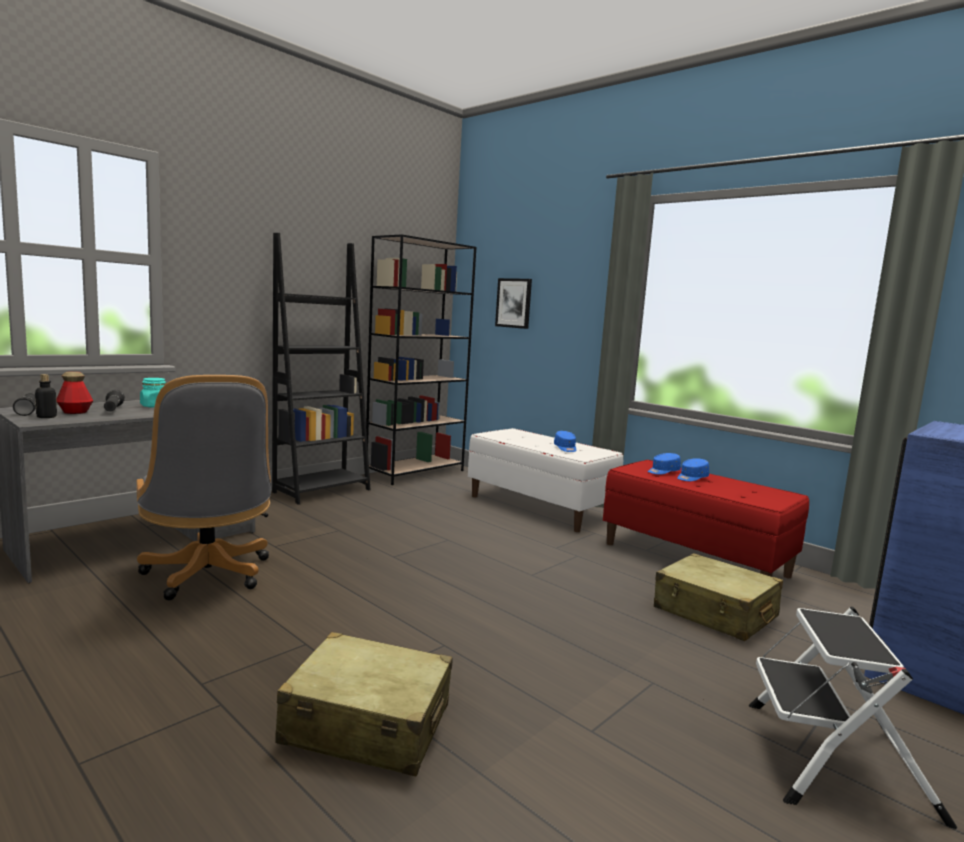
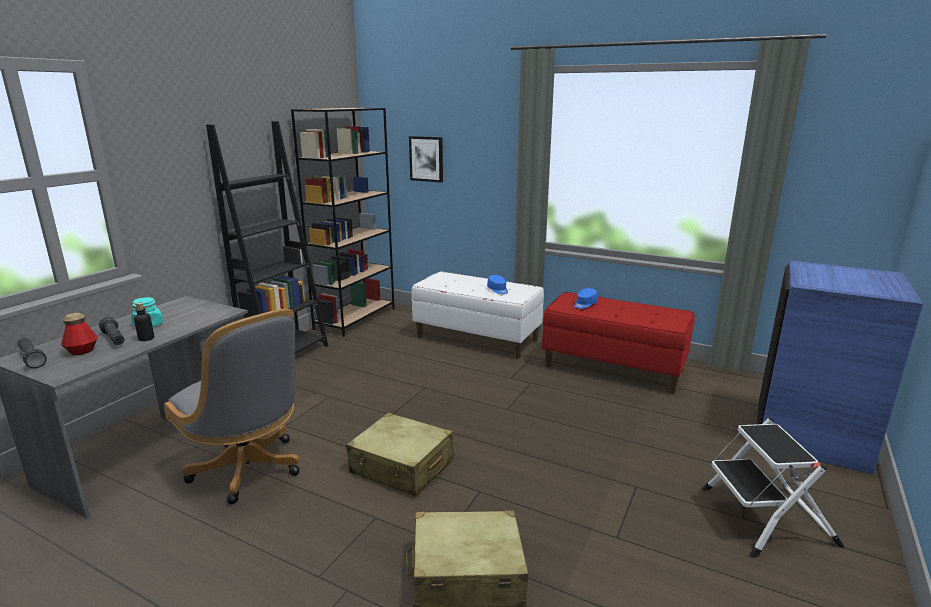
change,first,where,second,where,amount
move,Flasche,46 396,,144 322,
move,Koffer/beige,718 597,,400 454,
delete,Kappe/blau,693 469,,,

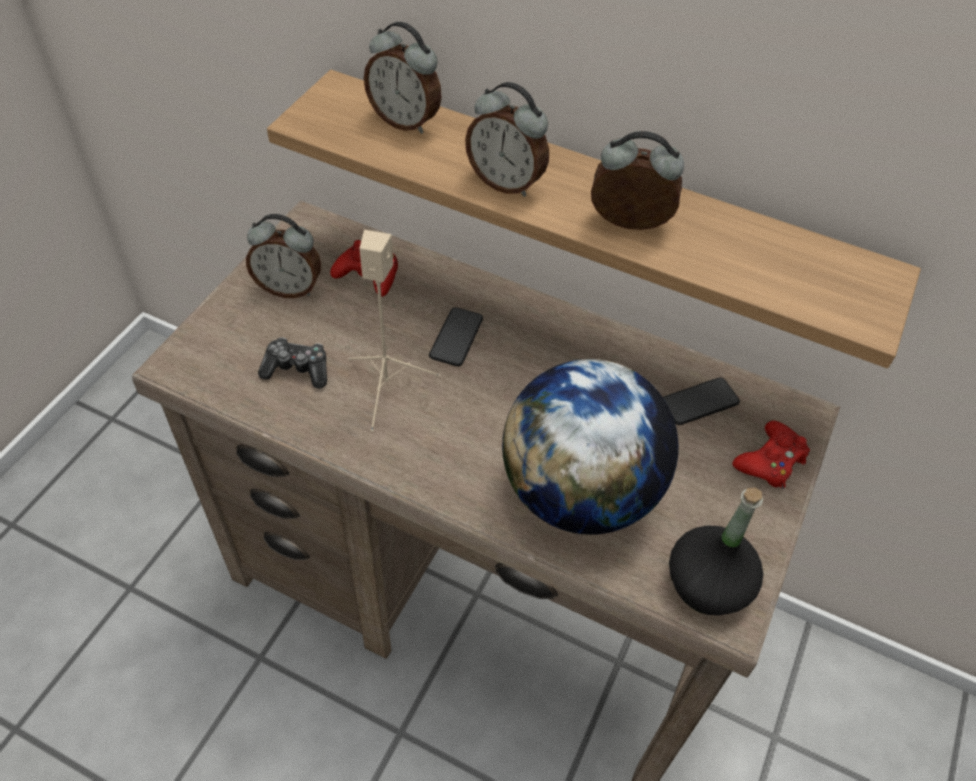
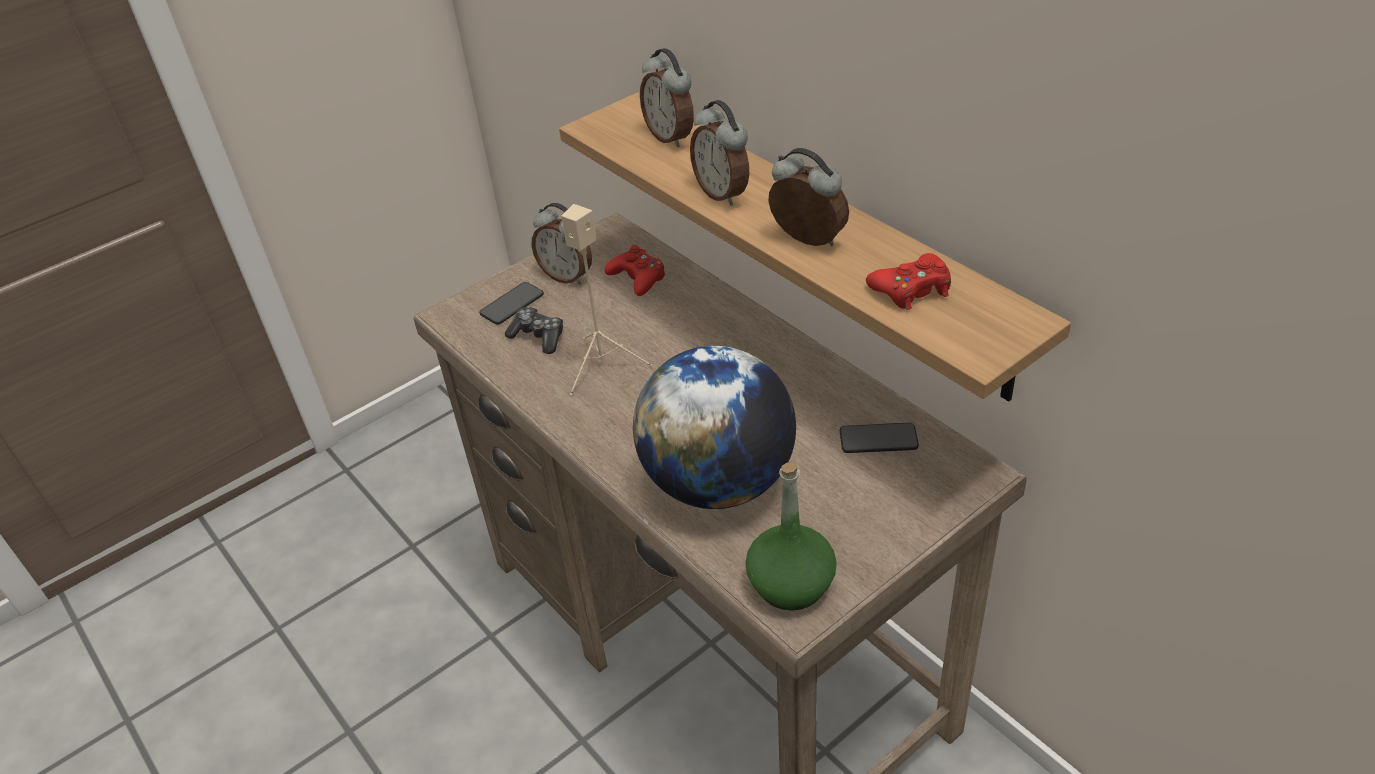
change,first,where,second,where,amount
move,Handy,456 336,,511 303,
recolor,Flasche/schwarz,716 551,Flasche/grün,791 536,
move,Gamepad/rot,771 454,,908 281,

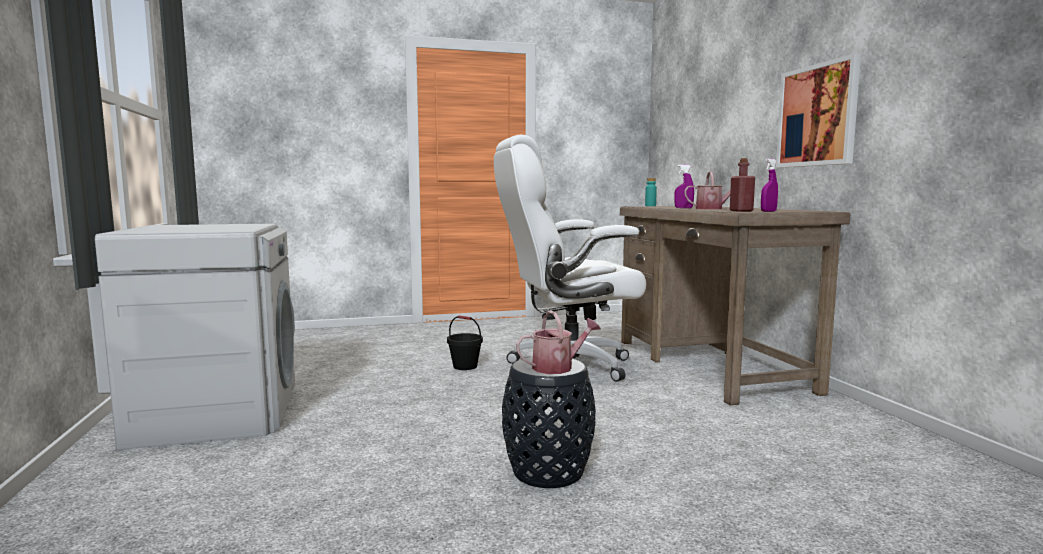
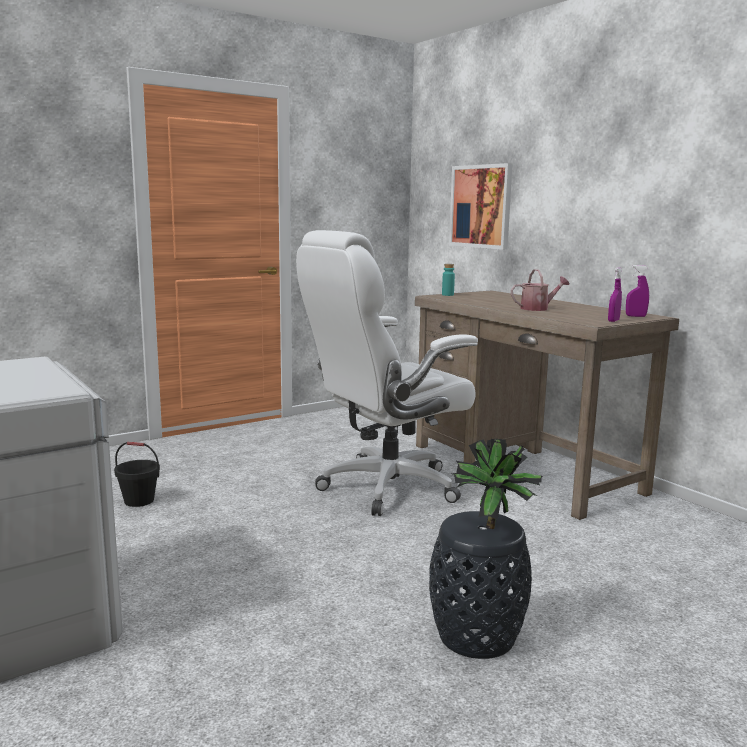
change,first,where,second,where,amount
move,Eimer/schwarz,465 342,,137 474,
move,Bild,818 110,,481 206,
replace,Gießkanne,558 342,Topfpflanze,497 483,
move,Sprühflasche/lila,684 186,,637 291,
delete,Flasche/rot,742 185,,,

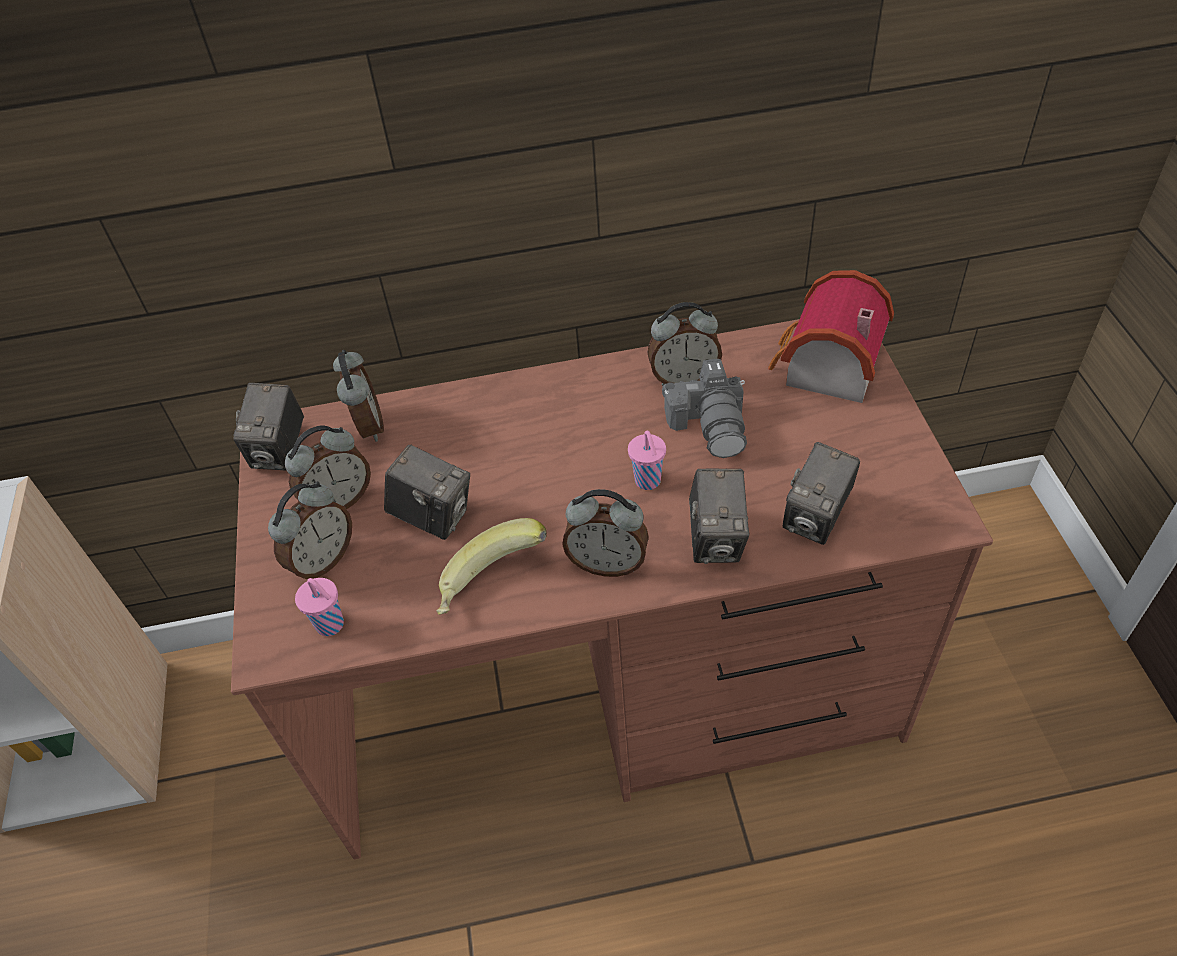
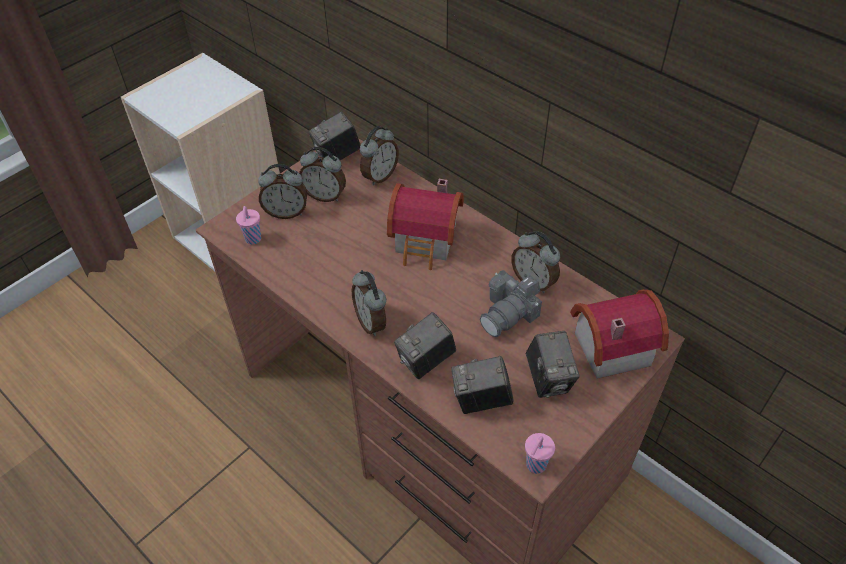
change,first,where,second,where,amount
insert,,,Spielzeughaus,425 224,
move,Tasse/rosa,647 460,,540 453,
move,Kamera,427 492,,553 364,
delete,Banane,491 566,,,

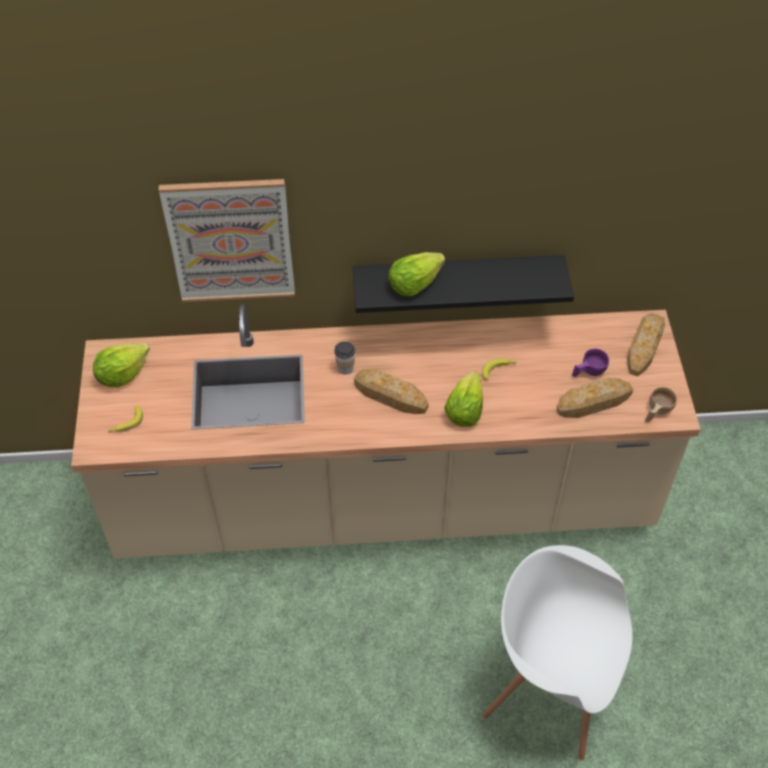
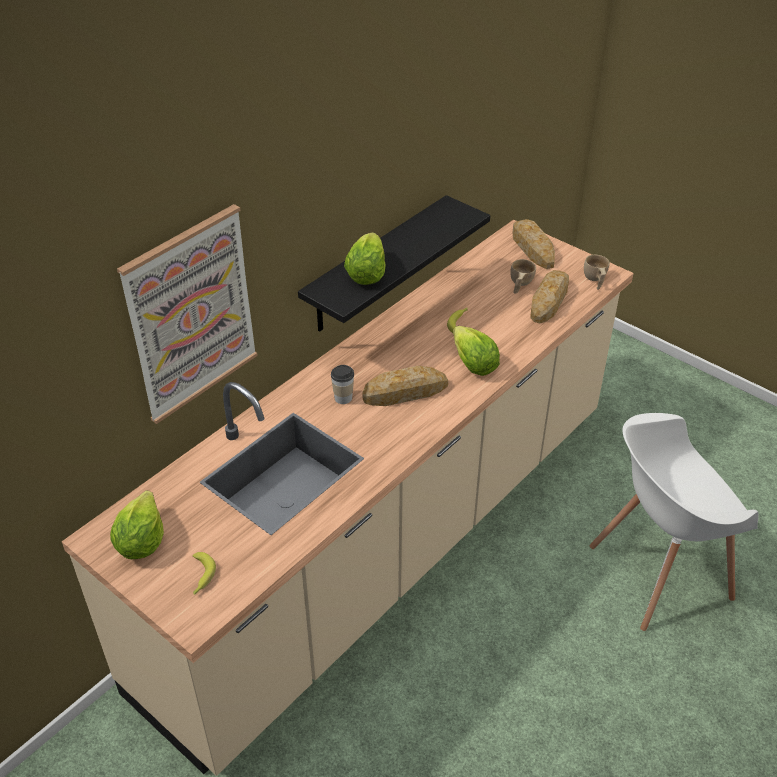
change,first,where,second,where,amount
recolor,Tasse/lila,590 363,Tasse/beige,523 276,

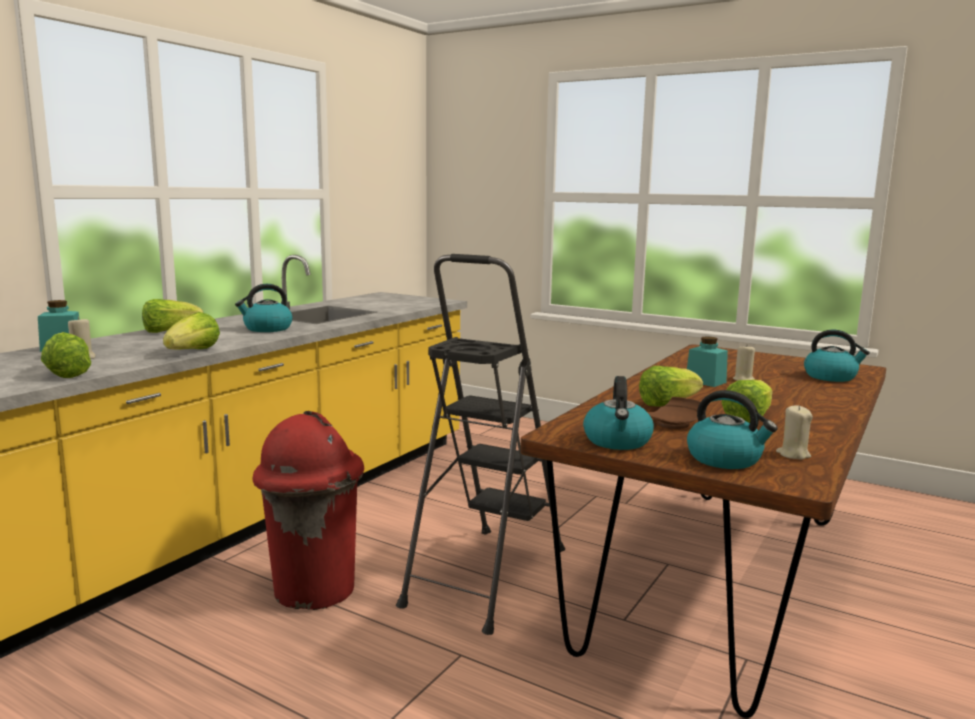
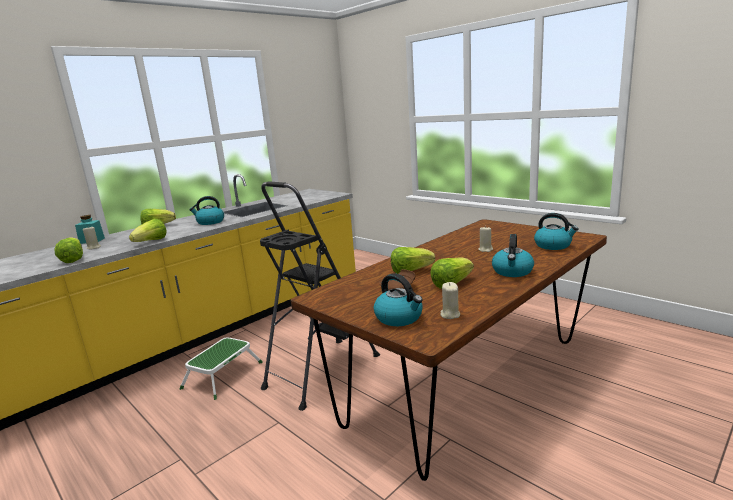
change,first,where,second,where,amount
replace,Mülleimer/rot,308 510,Trittleiter/grün,221 369,
move,Wasserkessel,618 413,,513 255,
delete,Vorratsglas/türkis,707 361,,,

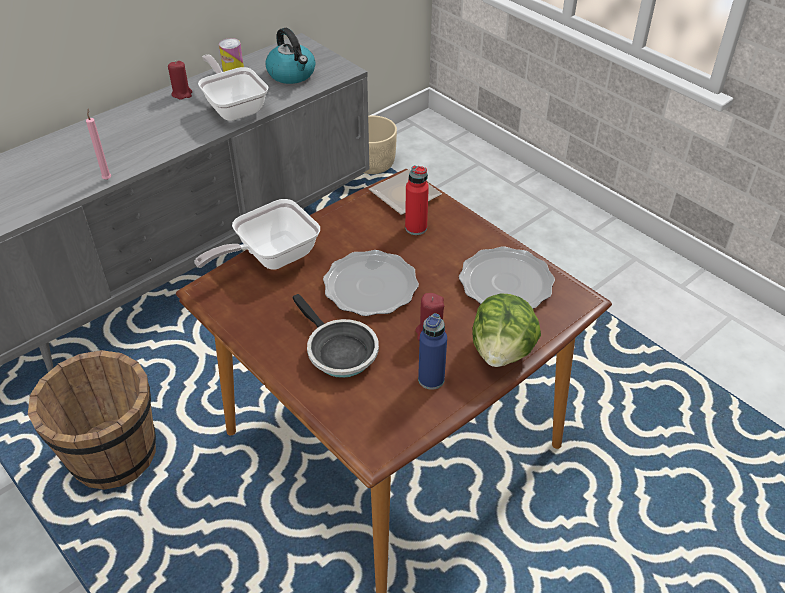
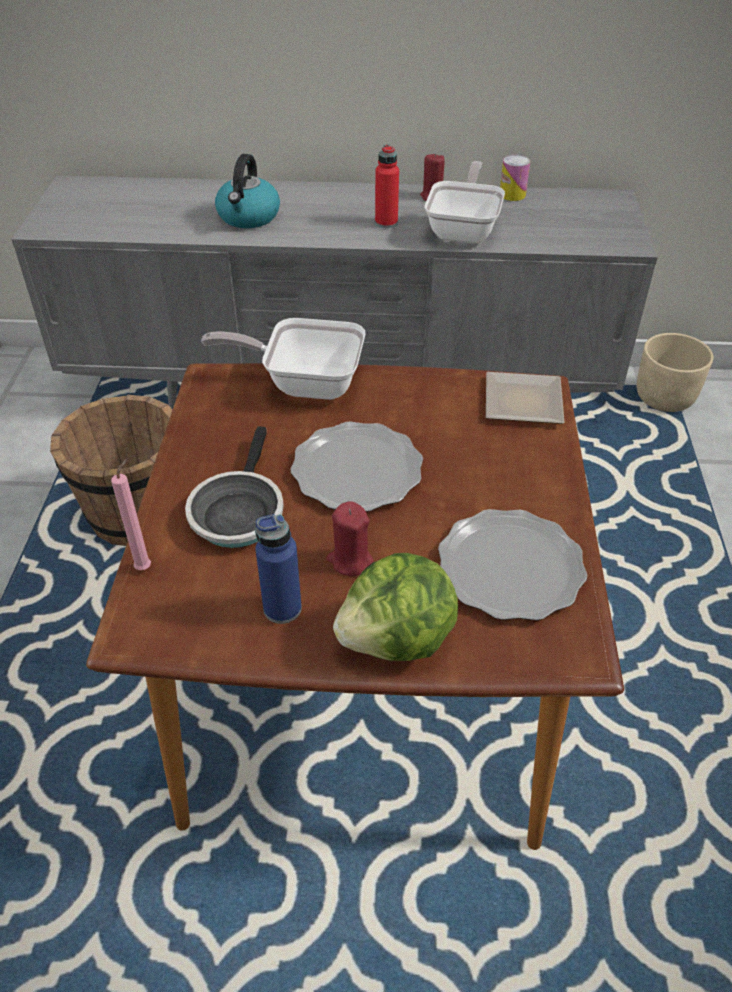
change,first,where,second,where,amount
move,Kerze/rosa,98 144,,131 514,
move,Wasserkessel,290 56,,247 191,
move,Flasche/rot,417 200,,387 186,

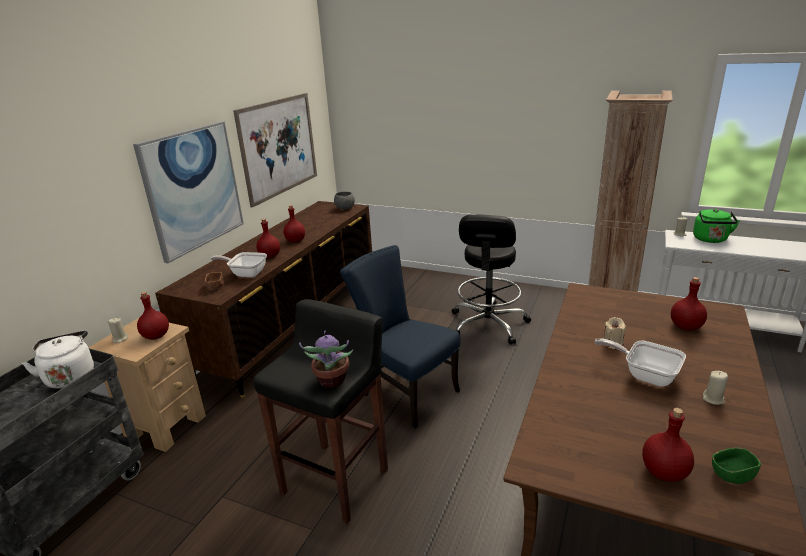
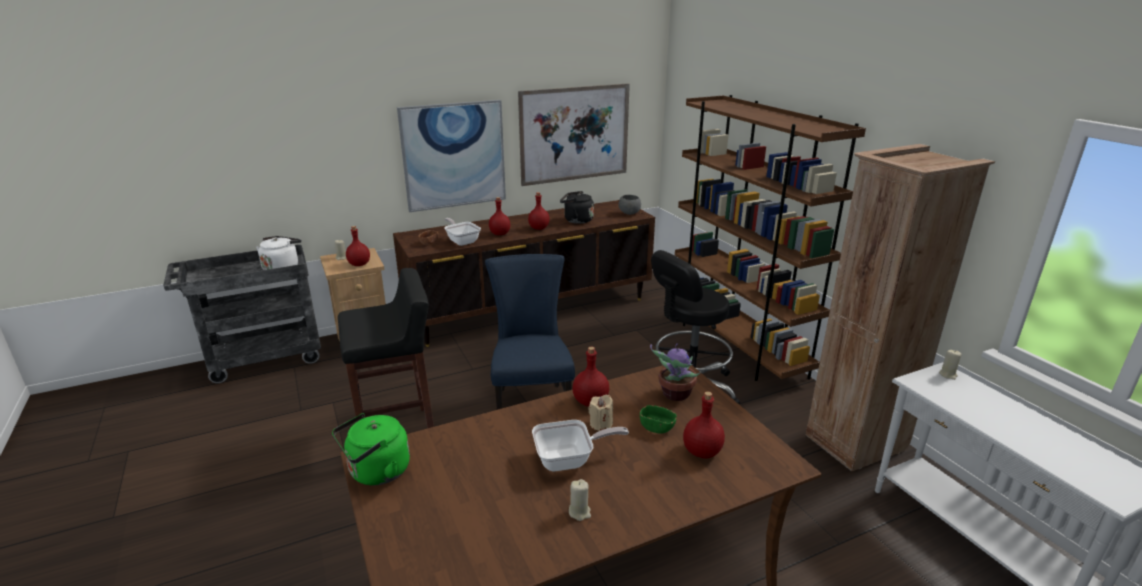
change,first,where,second,where,amount
move,Wasserkessel/grün,716 226,,371 449,
rotate,Pfanne,640 362,,580 445,90 degrees clockwise
insert,,,Wasserkessel/schwarz,577 207,
move,Flasche/rot,668 445,,590 377,
move,Schüssel/grün,736 466,,658 419,
move,Topfpflanze,326 359,,675 372,
insert,,,Bücherregal/braun,770 238,

